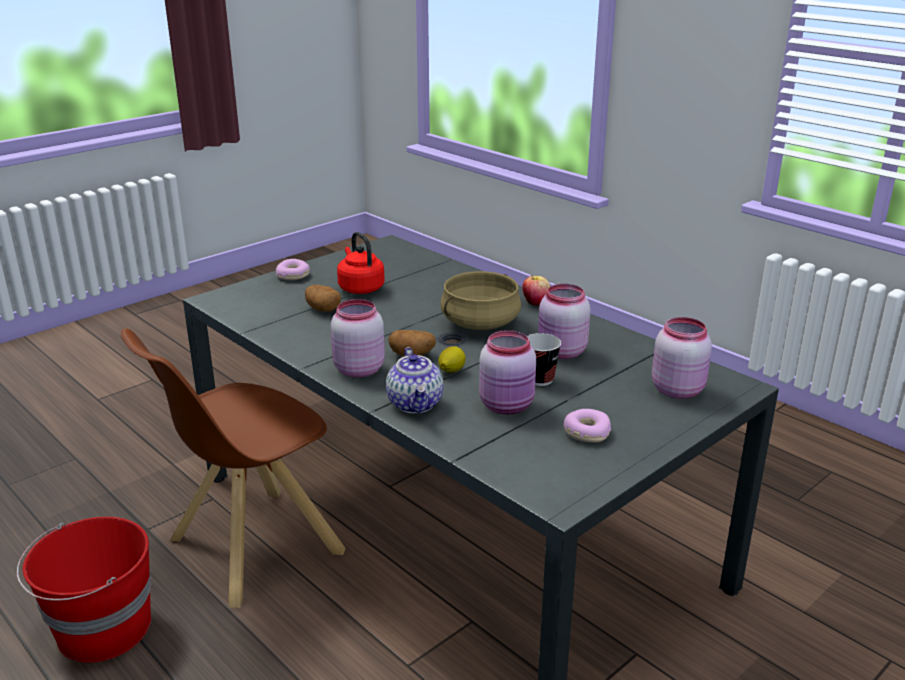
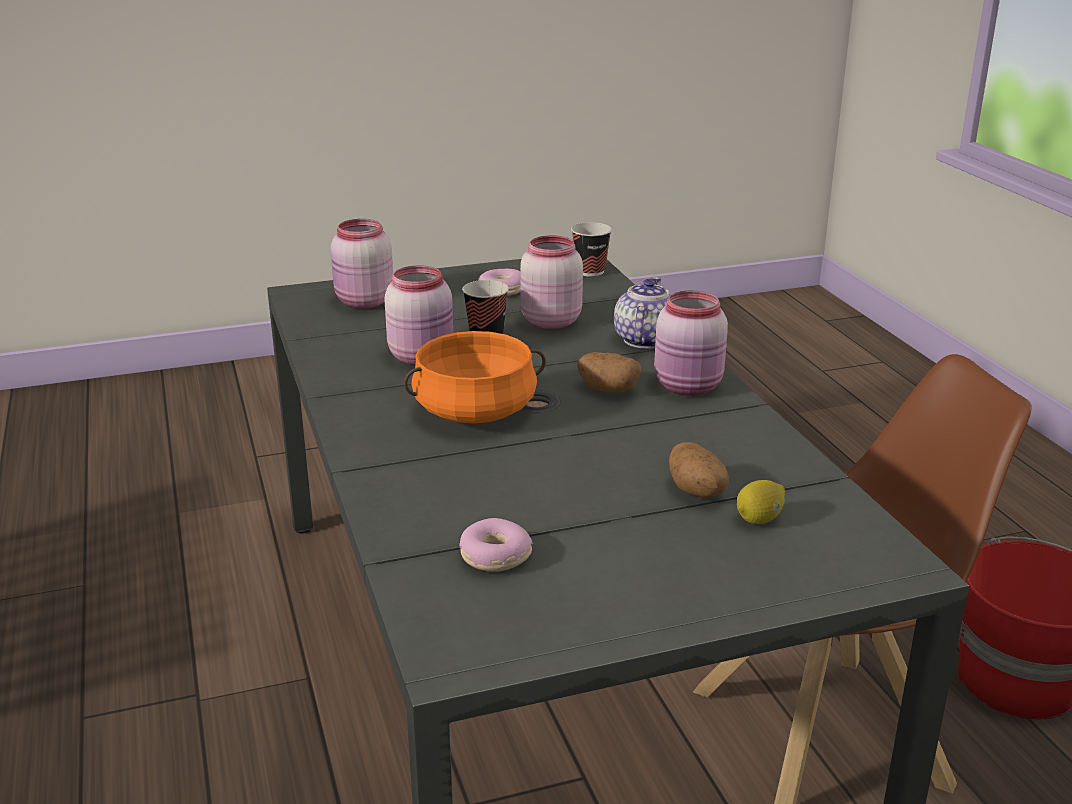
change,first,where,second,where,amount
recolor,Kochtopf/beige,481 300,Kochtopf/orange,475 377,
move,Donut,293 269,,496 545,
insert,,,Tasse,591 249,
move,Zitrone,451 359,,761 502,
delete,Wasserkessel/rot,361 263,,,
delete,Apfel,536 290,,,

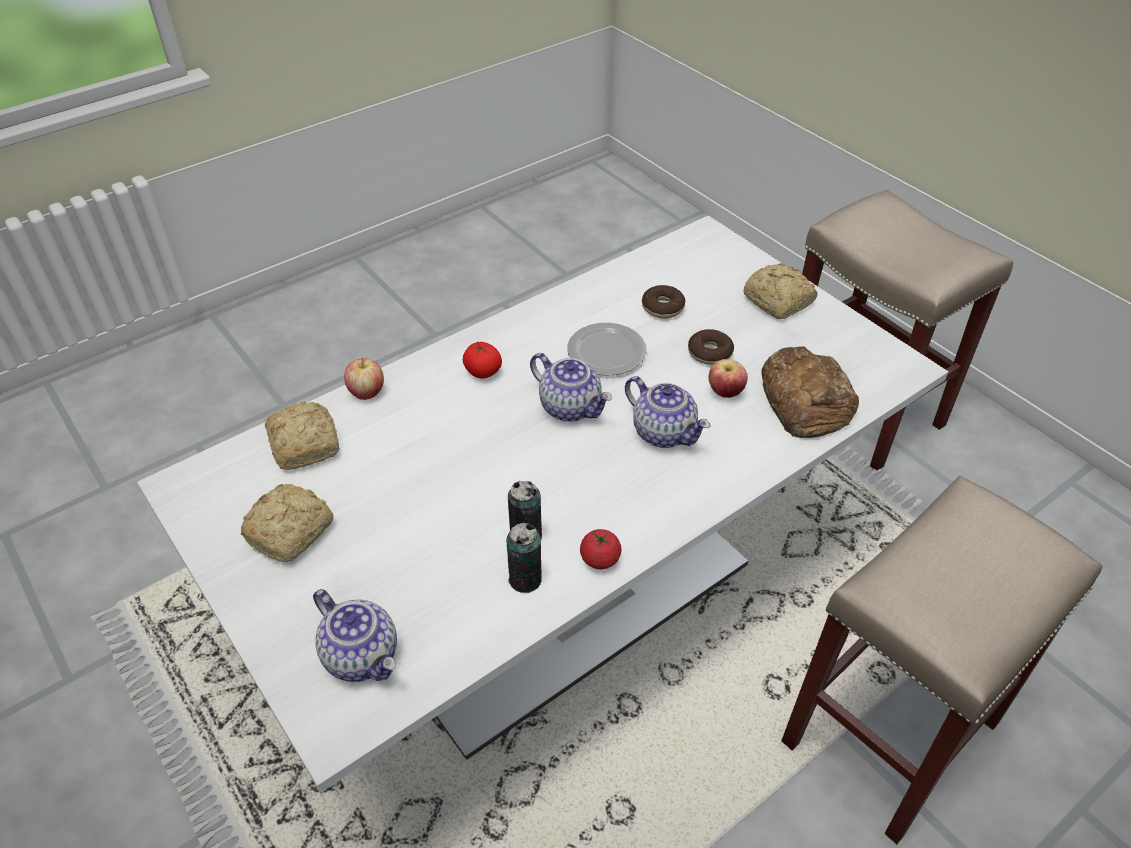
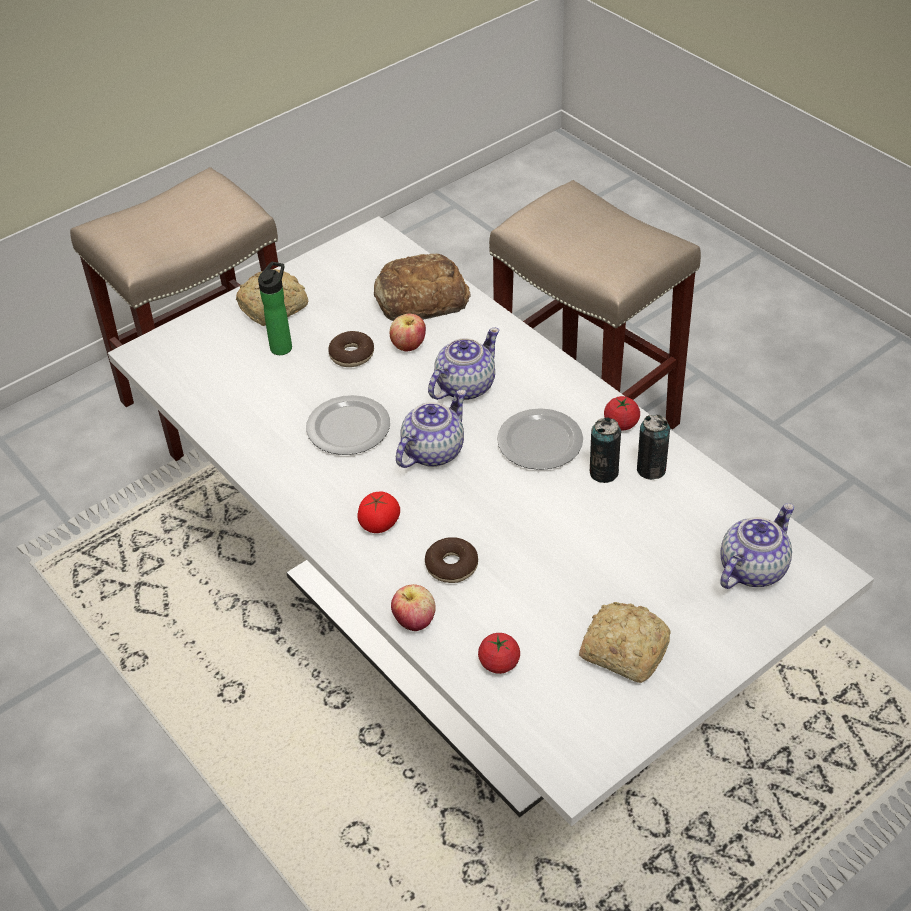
change,first,where,second,where,amount
insert,,,Flasche,275 308,
move,Donut,663 302,,451 560,
replace,Brot,302 436,Tomate,499 653,
insert,,,Teller,540 439,

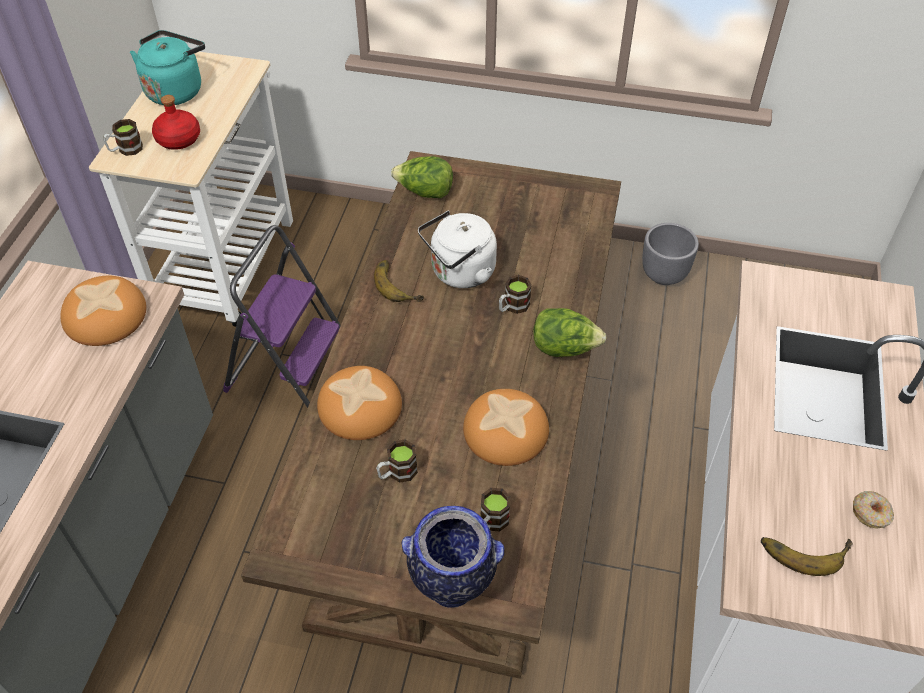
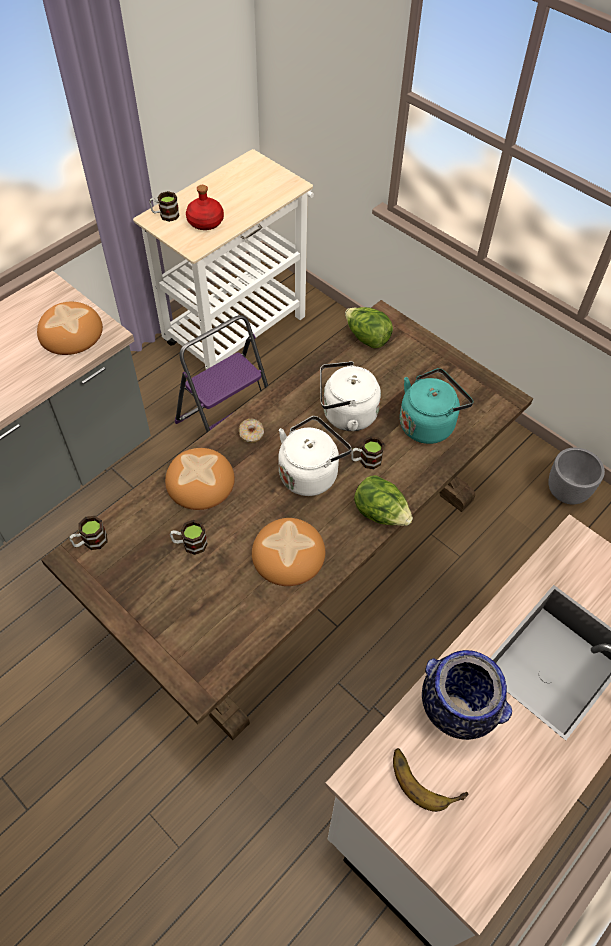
change,first,where,second,where,amount
move,Henkelbecher,496 509,,88 533,
move,Donut,873 510,,251 430,
insert,,,Wasserkessel/weiß,315 456,
move,Wasserkessel/türkis,167 67,,436 406,
move,Vase,453 557,,467 695,
delete,Banane,399 281,,,

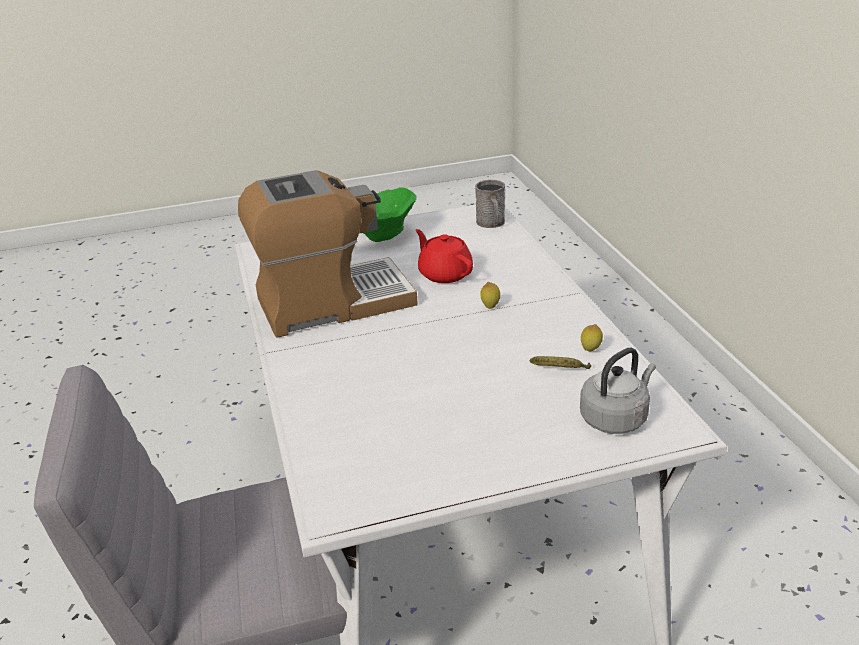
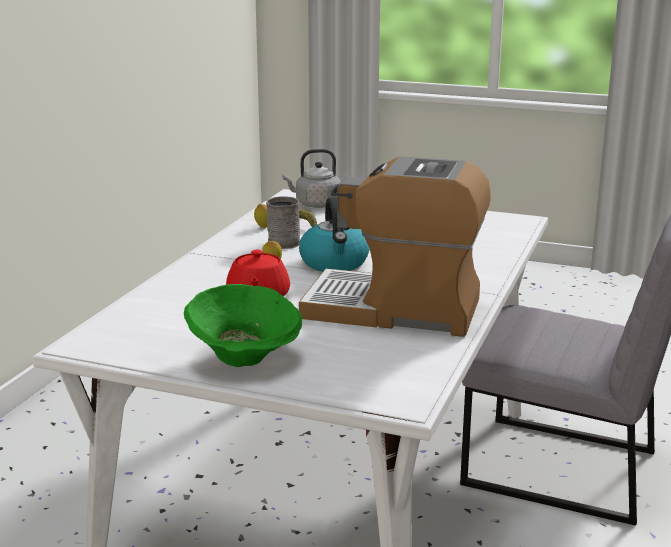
change,first,where,second,where,amount
move,Henkelbecher/grau,490 204,,283 222,
insert,,,Wasserkessel,334 234,

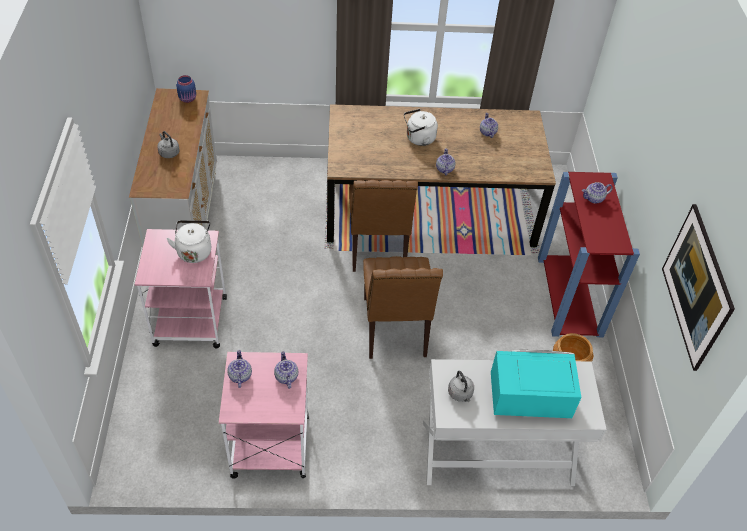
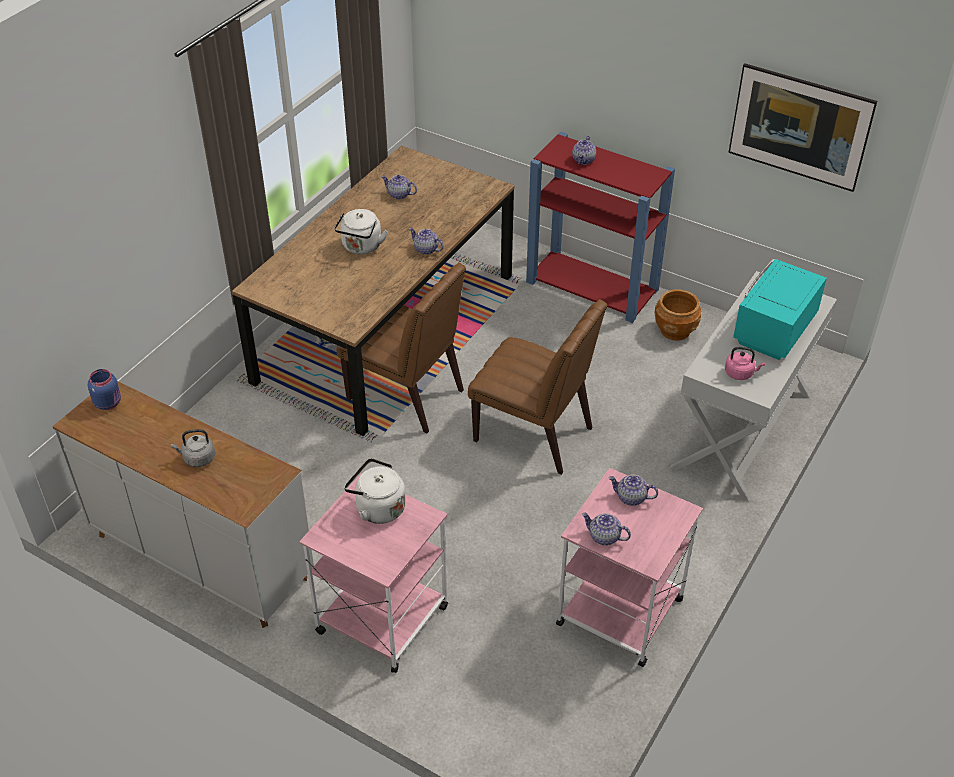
change,first,where,second,where,amount
recolor,Wasserkessel/grau,461 386,Wasserkessel/rosa,745 363,

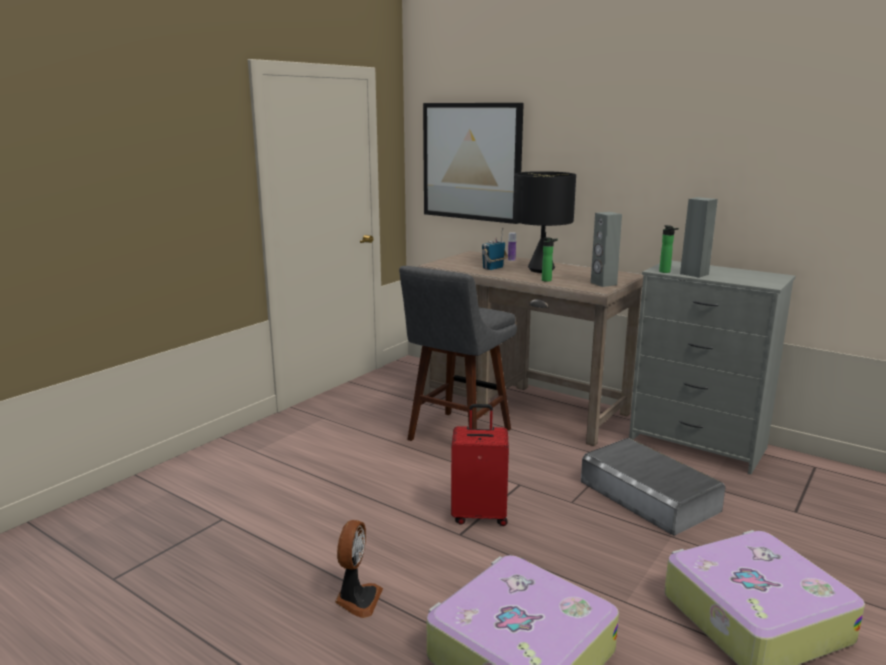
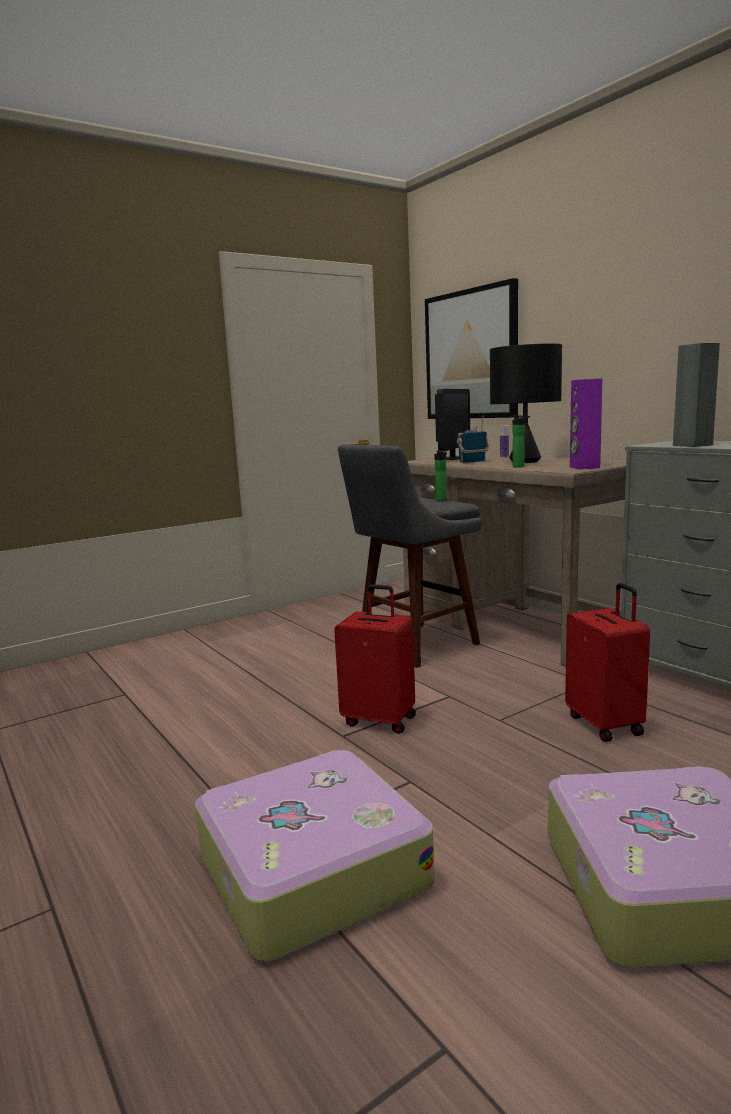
change,first,where,second,where,amount
move,Flasche,669 249,,440 475,
insert,,,Monitor,452 424,
replace,Aufbewahrungsbox/grau,653 487,Koffer/rot,607 662,
recolor,Lautsprecher/grau,606 249,Lautsprecher/lila,586 424,
delete,Ventilator,359 569,,,

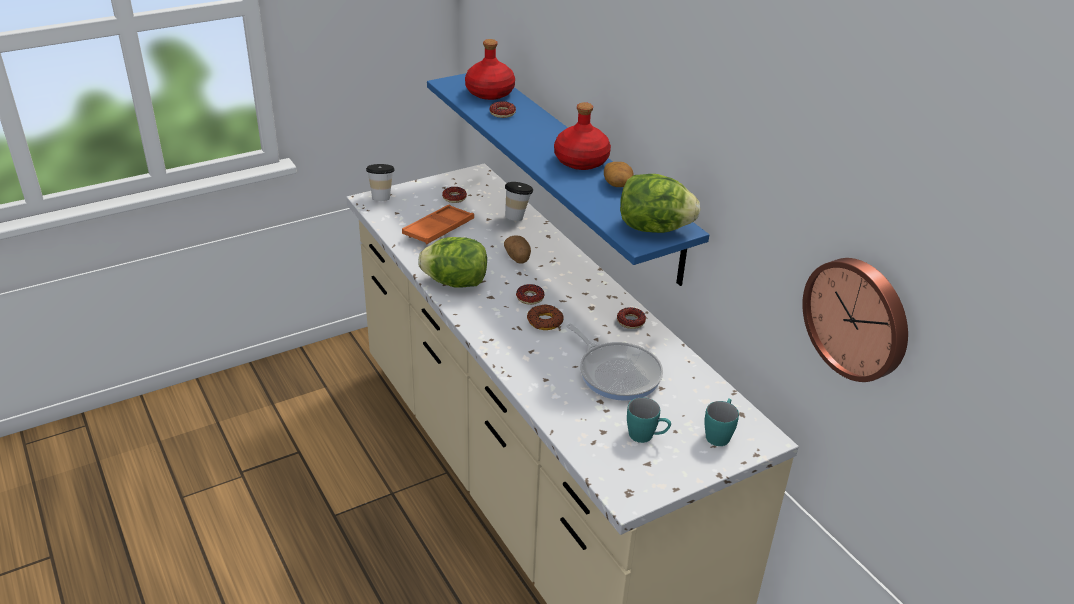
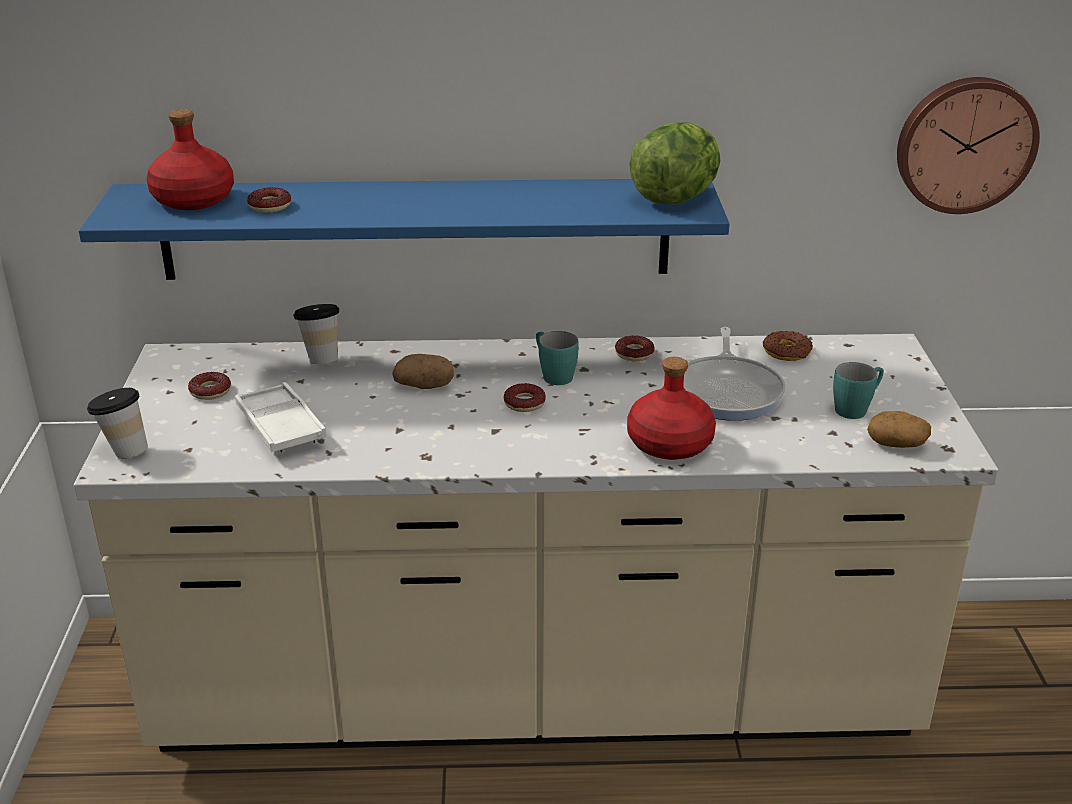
change,first,where,second,where,amount
recolor,Tablett/orange,438 225,Tablett/weiß,281 417,
move,Henkelbecher/türkis,721 422,,557 358,
move,Flasche/rot,582 136,,671 408,
rotate,Pfanne,614 362,,734 374,105 degrees clockwise
move,Donut,545 317,,788 346,
move,Kartoffel,618 174,,899 429,
delete,Salatkopf,452 262,,,

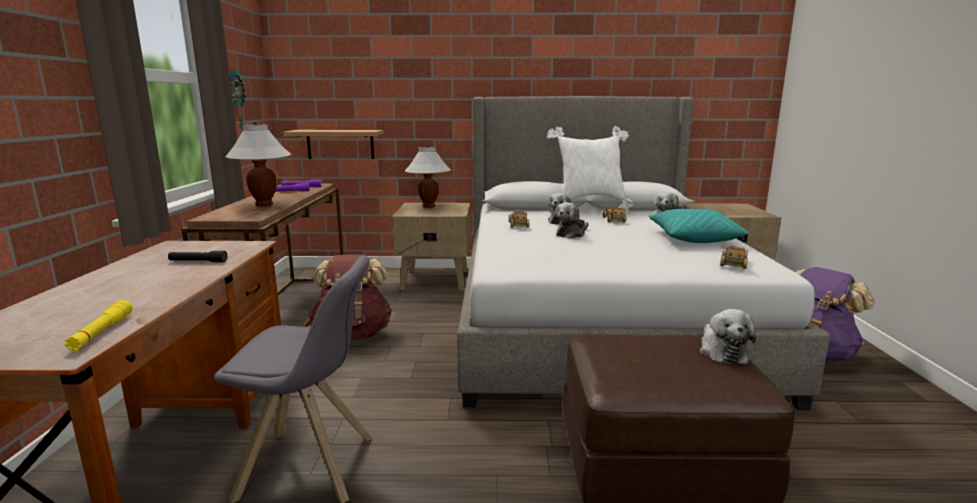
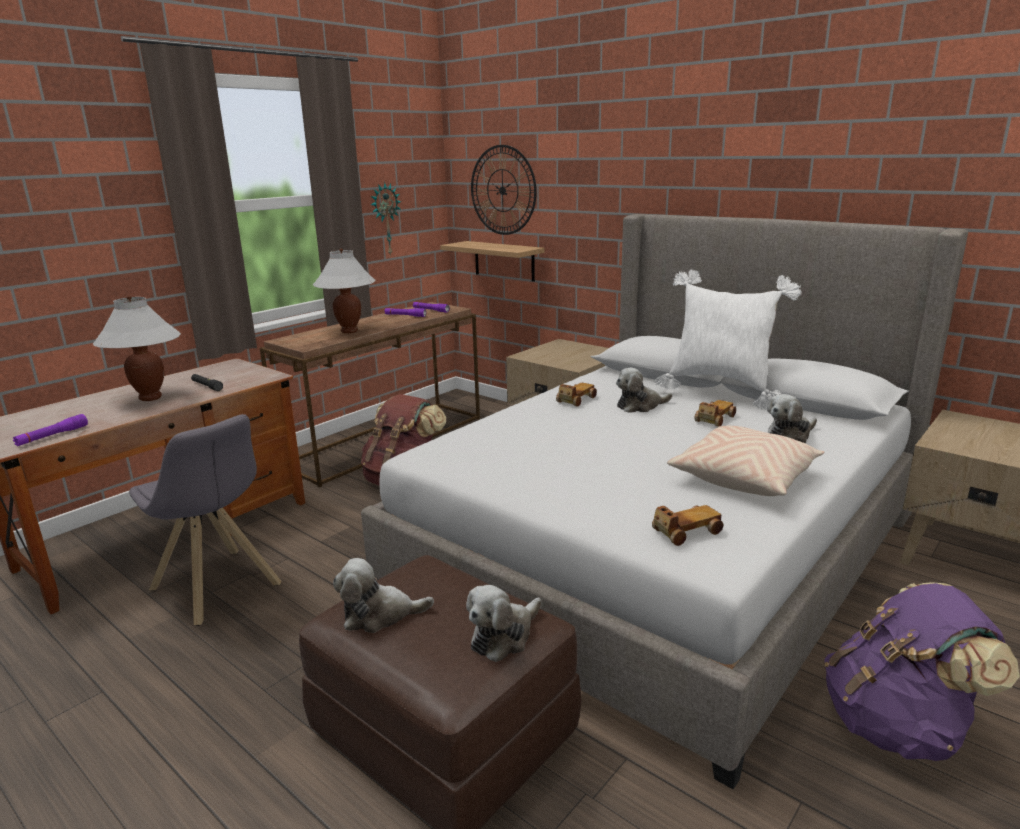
change,first,where,second,where,amount
recolor,Taschenlampe/gelb,98 325,Taschenlampe/lila,50 430,
move,Tischlampe/weiß,428 176,,137 348,
move,Plüschtier,572 220,,383 595,
insert,,,Wanduhr,504 190,
recolor,Kissen/türkis,699 226,Kissen/beige,746 461,

